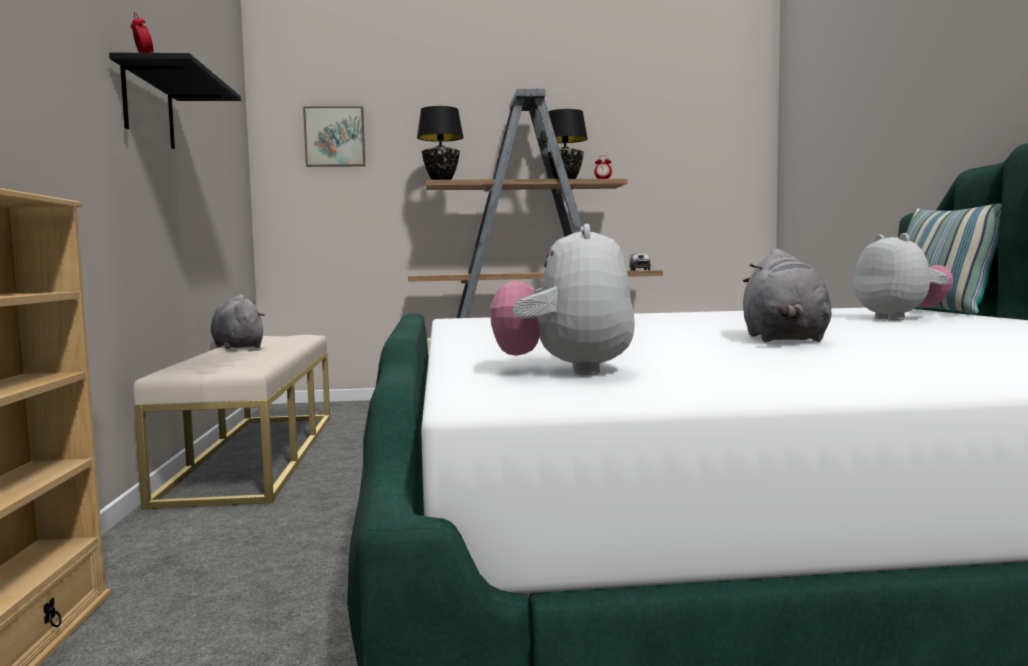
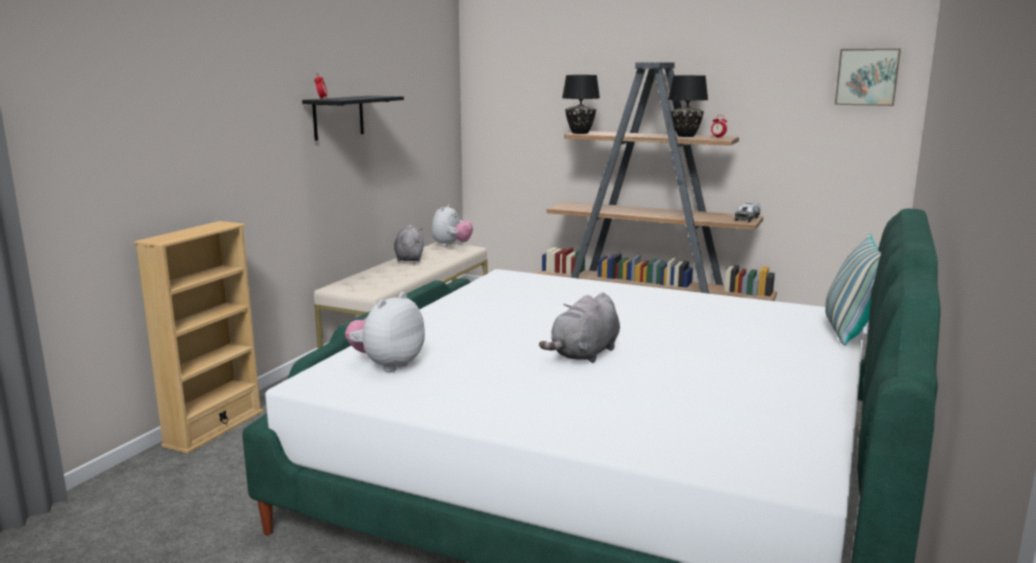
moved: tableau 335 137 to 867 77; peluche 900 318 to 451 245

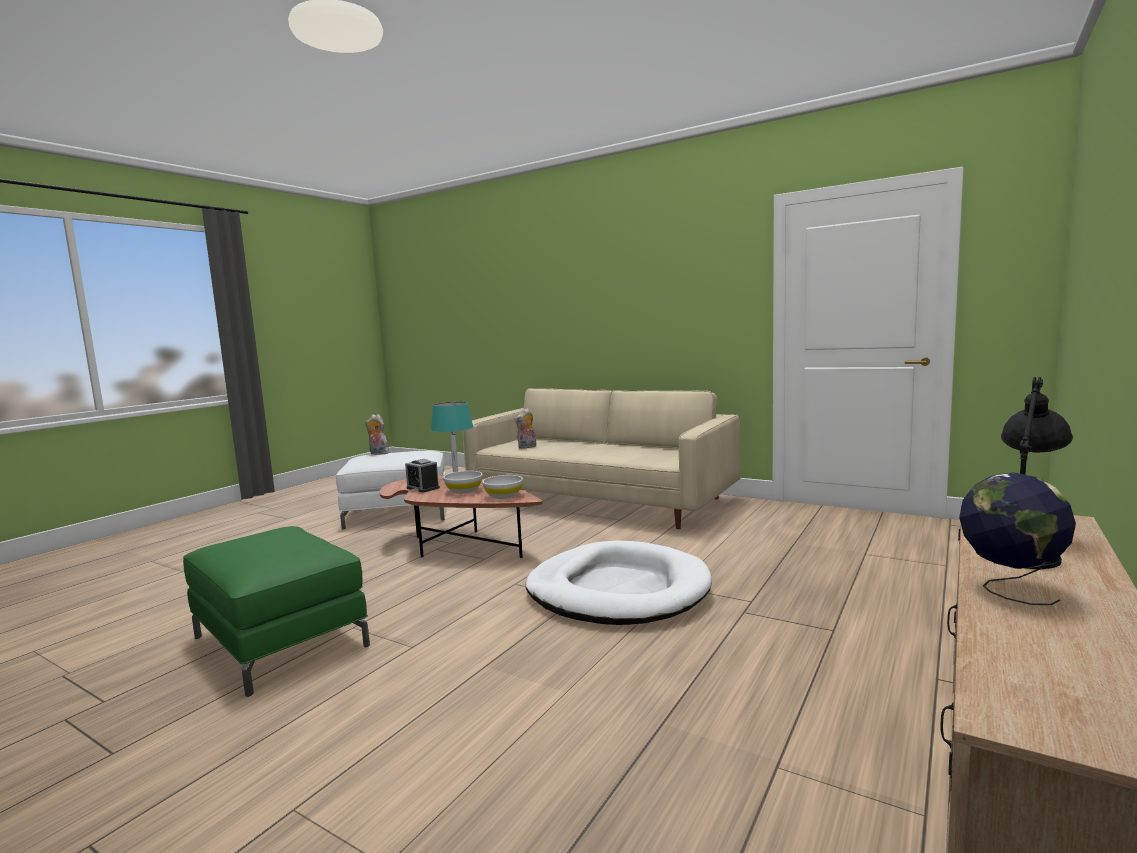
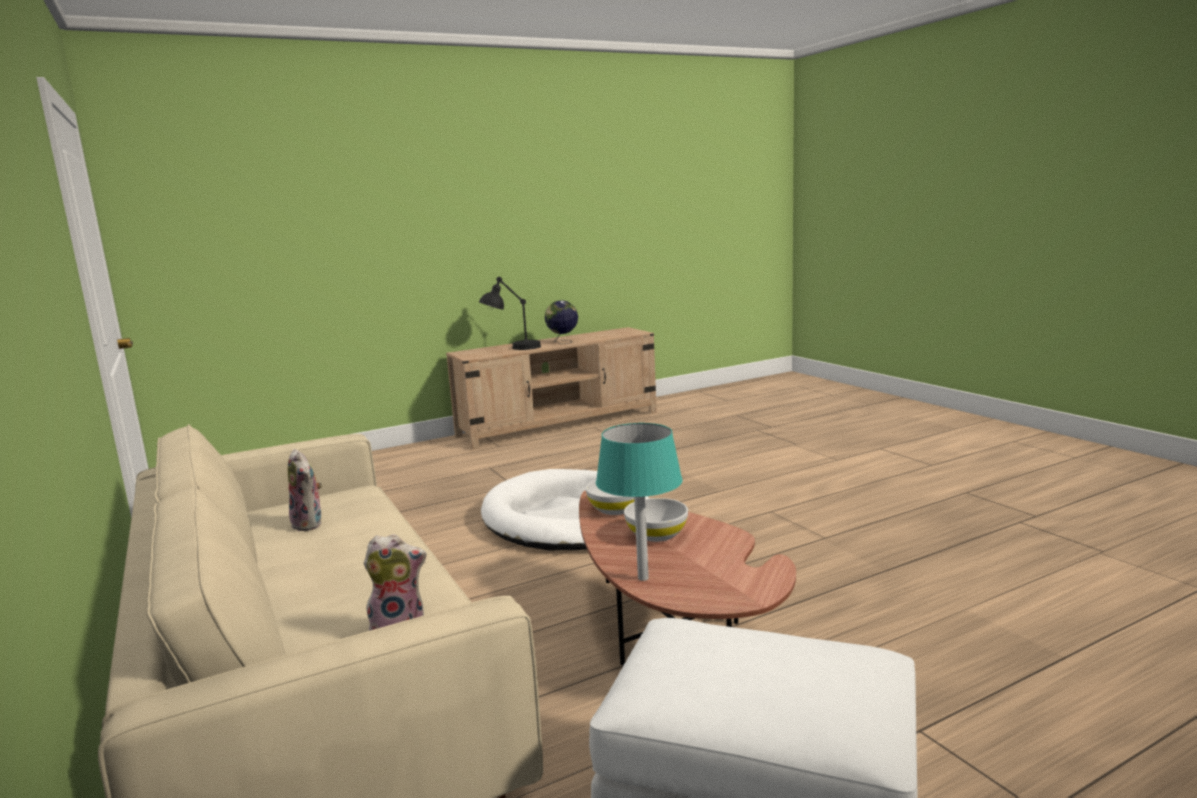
removed: pouf/vert 280 641; réveil 423 488
moved: peluche 378 453 to 310 524

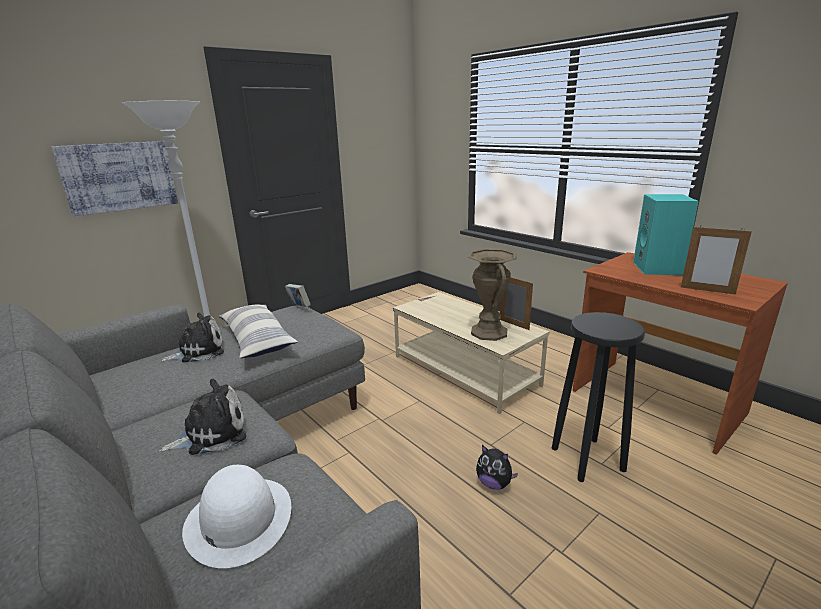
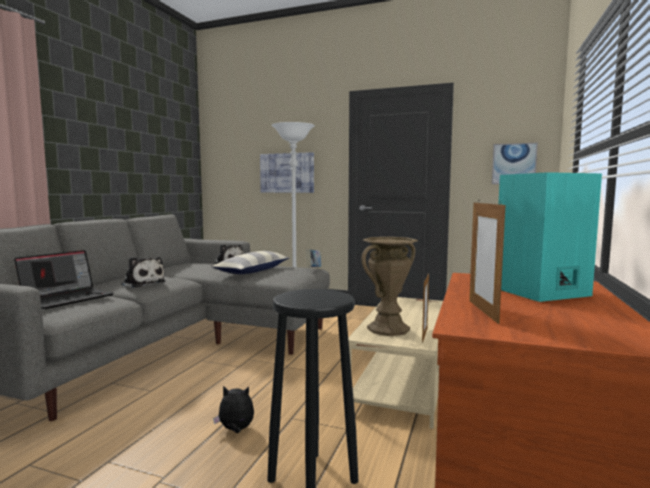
added: tableau 514 164
replaced: chapeau/blanc 239 519 to ordinateur portable 68 298
turned: peluche 494 483 = 236 430 90 degrees clockwise

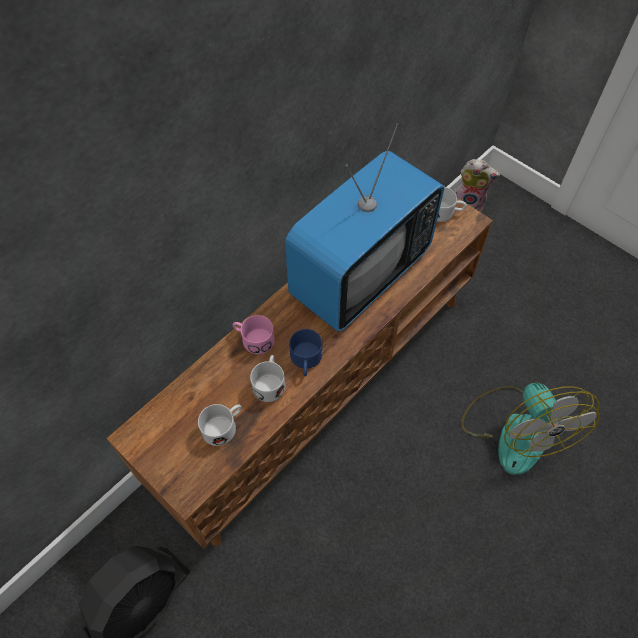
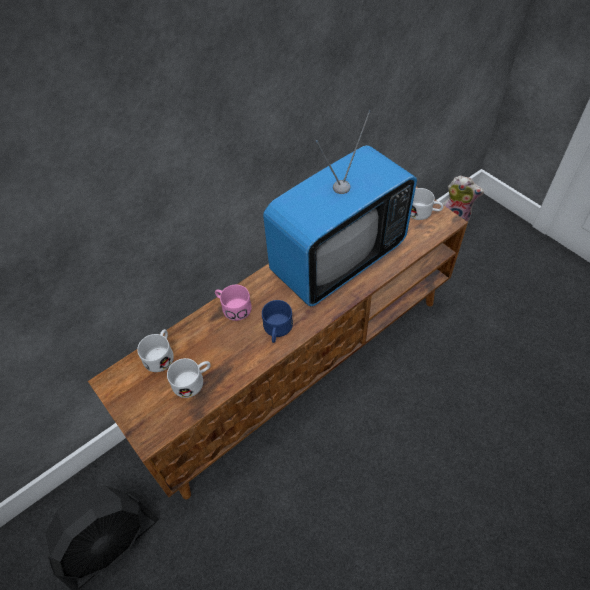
removed: ventilateur 515 429
moved: mug/blanc 270 382 to 161 354

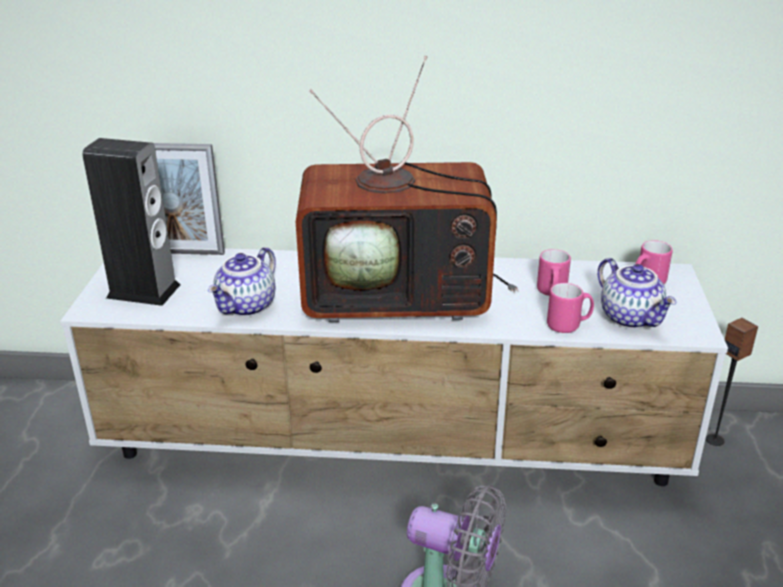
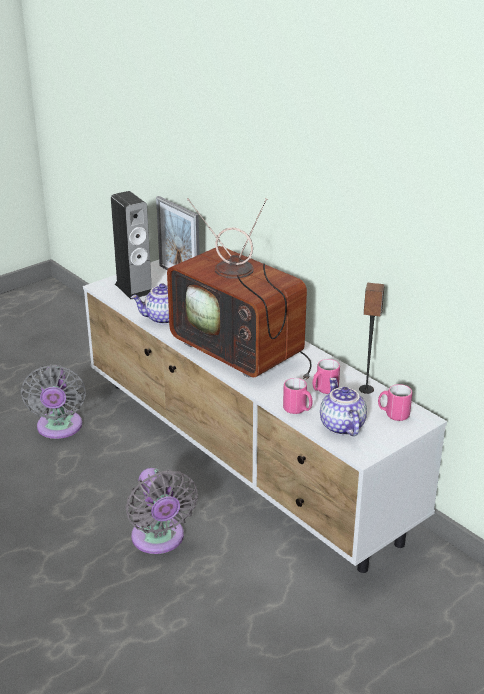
added: ventilateur/gris 59 428
moved: enceinte 715 440 to 366 389
turned: théière 631 318 = 341 426 150 degrees clockwise

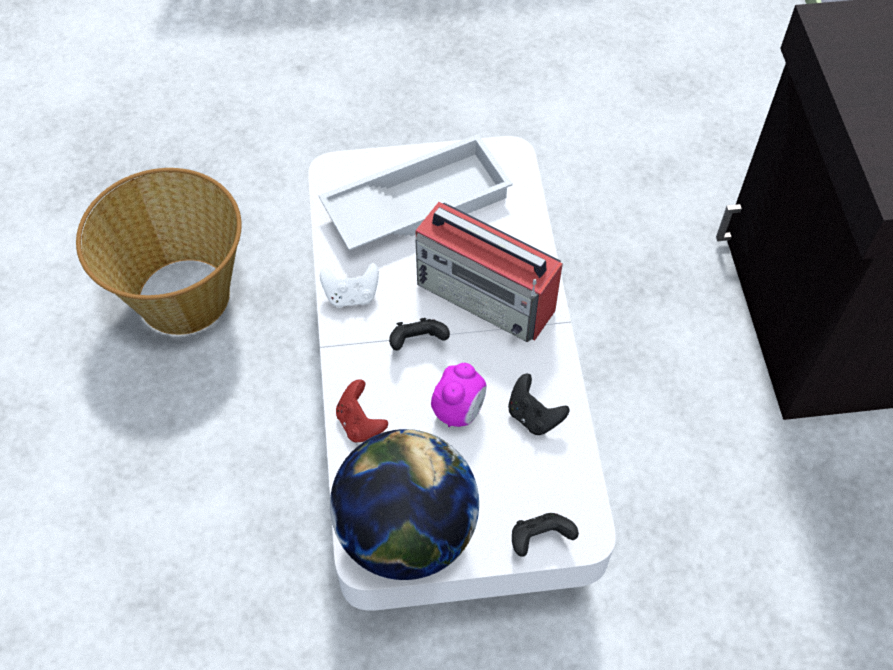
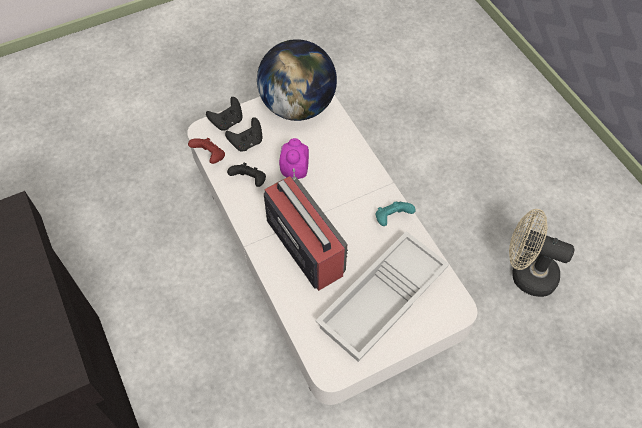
moved: manette/rouge 360 423 to 210 157; manette/noir 418 343 to 247 143
replaced: panier 182 295 to ventilateur/beige 526 273
recoloured: manette/blanc 351 295 to manette/turquoise 392 219
turned: radio 486 297 = 304 245 45 degrees clockwise

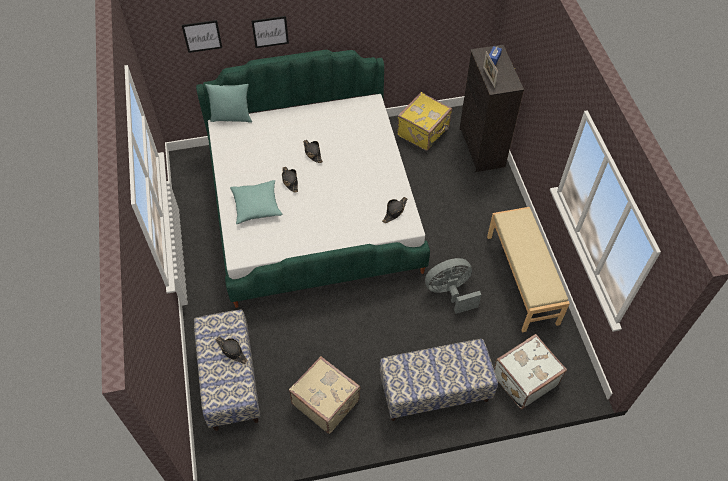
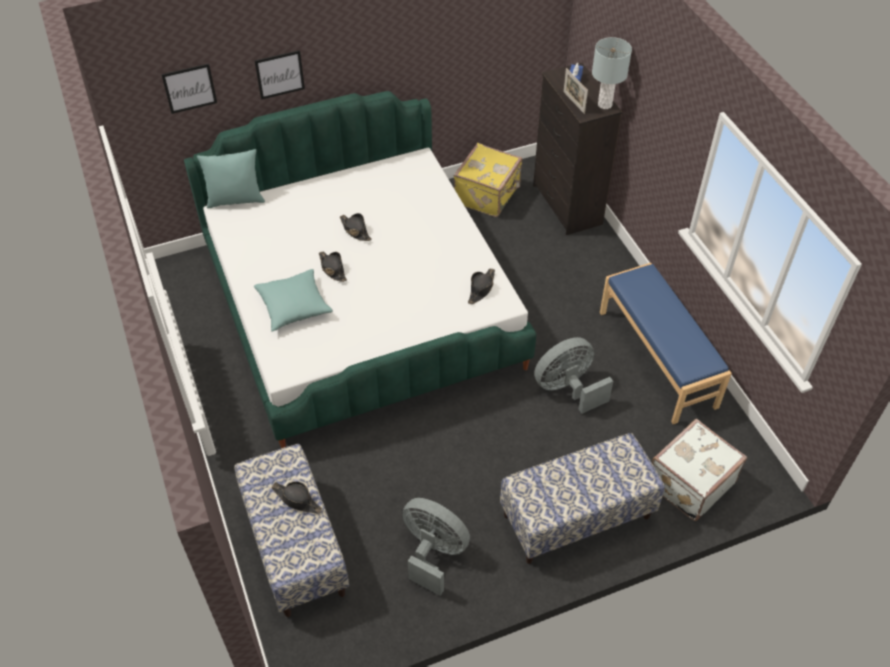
added: lampe de table/gris 605 105
replaced: valise/beige 326 401 to ventilateur/gris 433 552
recoloured: banc/beige 522 279 to banc/bleu 657 358

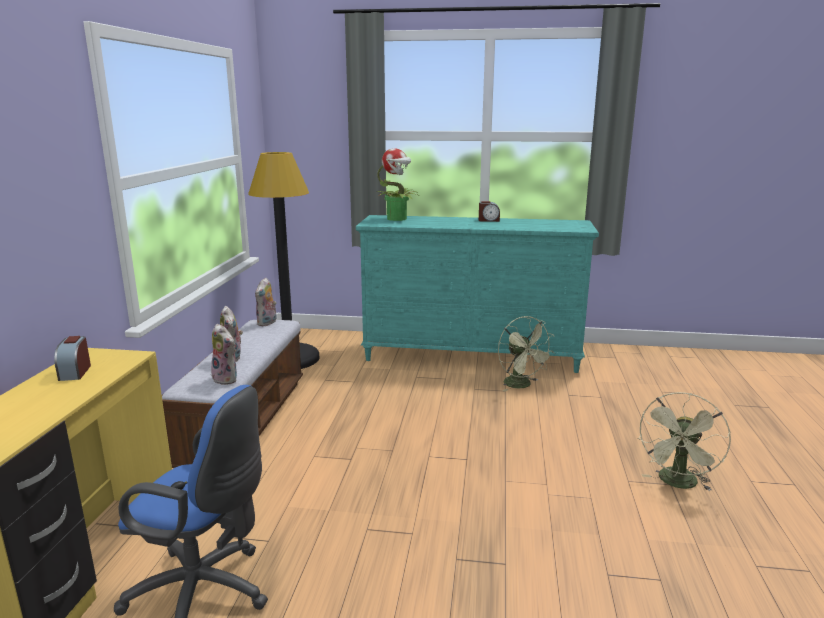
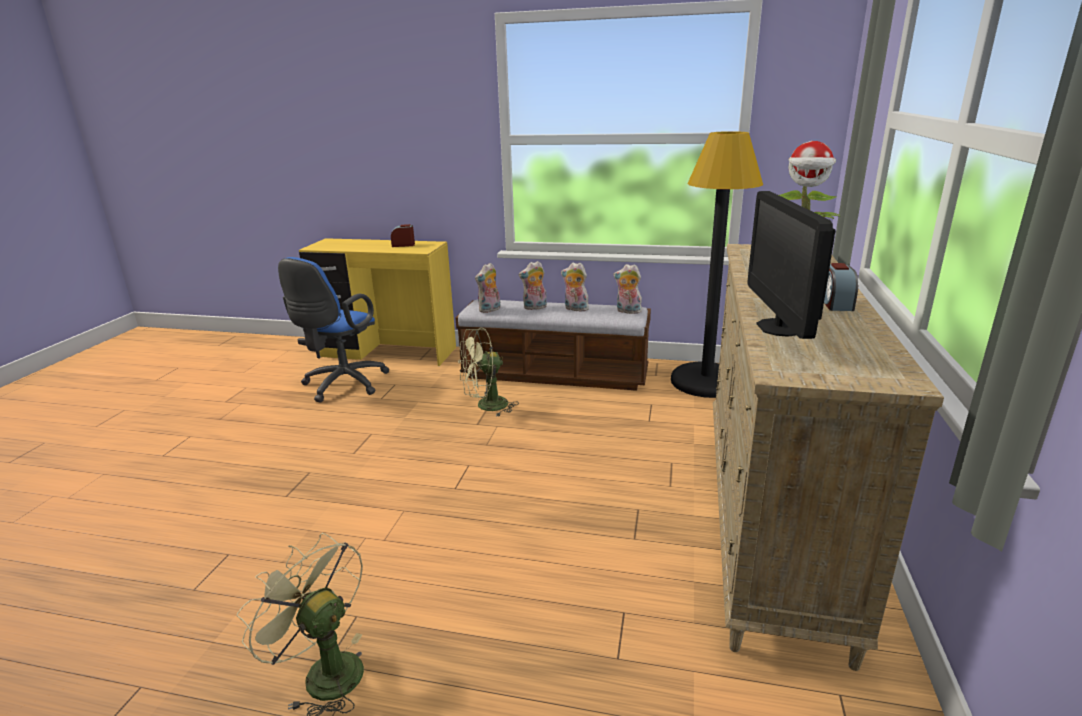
added: peluche 575 309; écran d'ordinateur 779 327
moved: ventilateur/vert 522 385 to 486 406
recoloured: commode/turquoise 472 356 to commode/beige 768 517

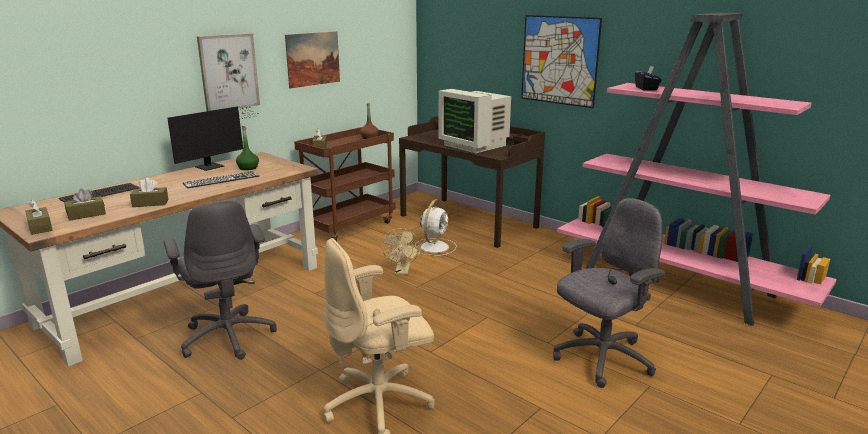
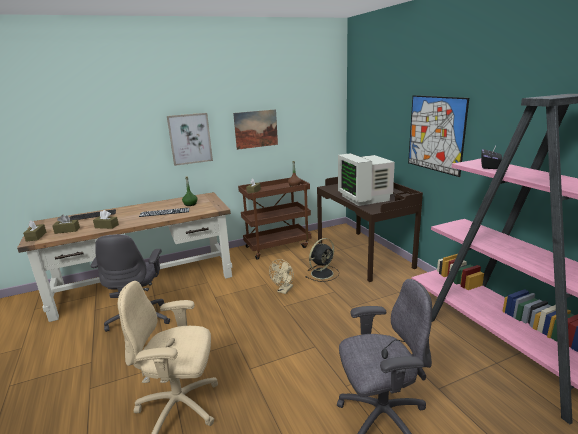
removed: écran d'ordinateur 213 166
recoloured: ventilateur/blanc 435 247 to ventilateur/noir 323 273

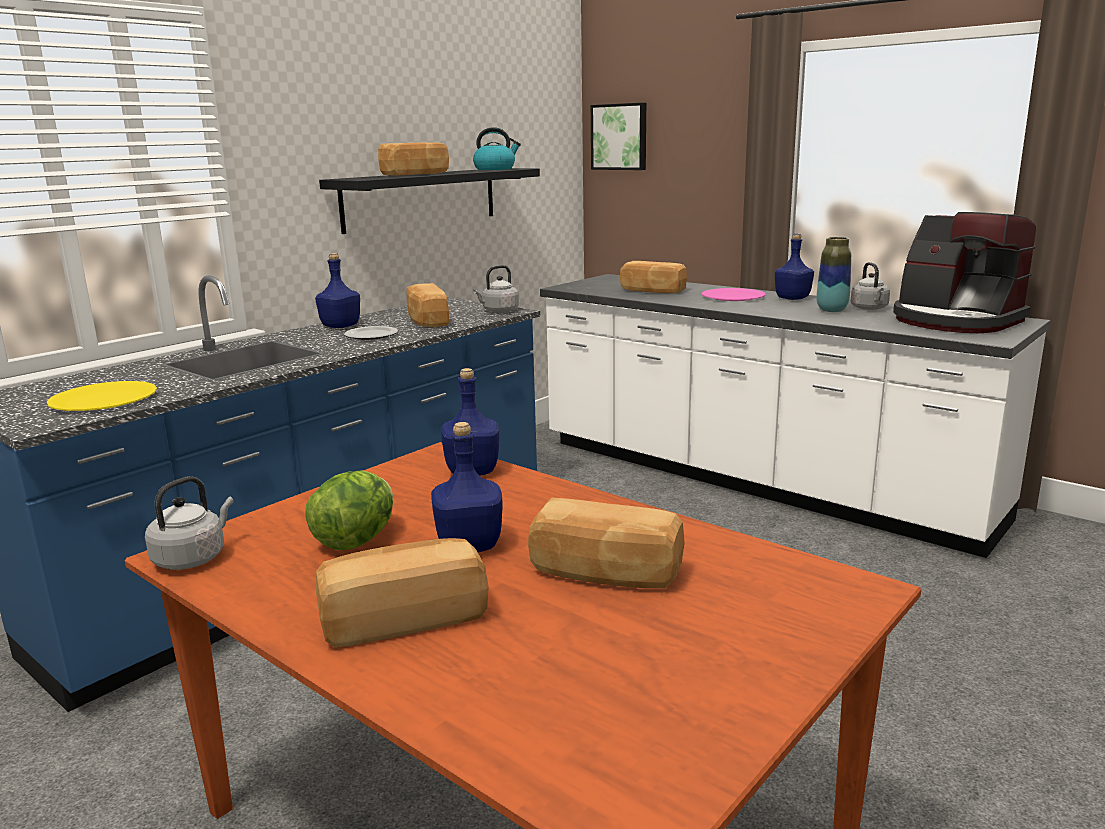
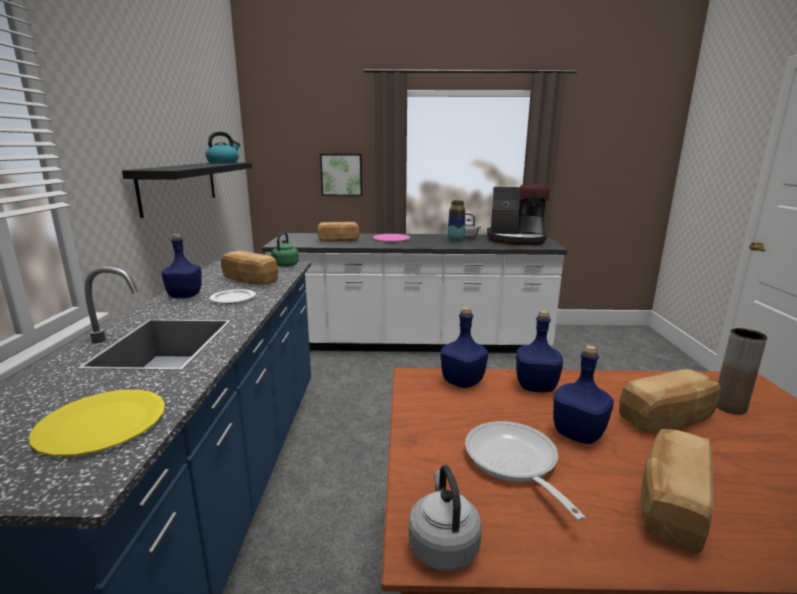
removed: pain 416 174
added: vase/marron 729 407
moved: tableau 620 137 to 341 174; bouteille/bleu 793 298 to 536 386
replaced: laitue 356 540 to poêle 514 463
recoloured: bouilloire/gris 499 311 to bouilloire/vert 284 265

